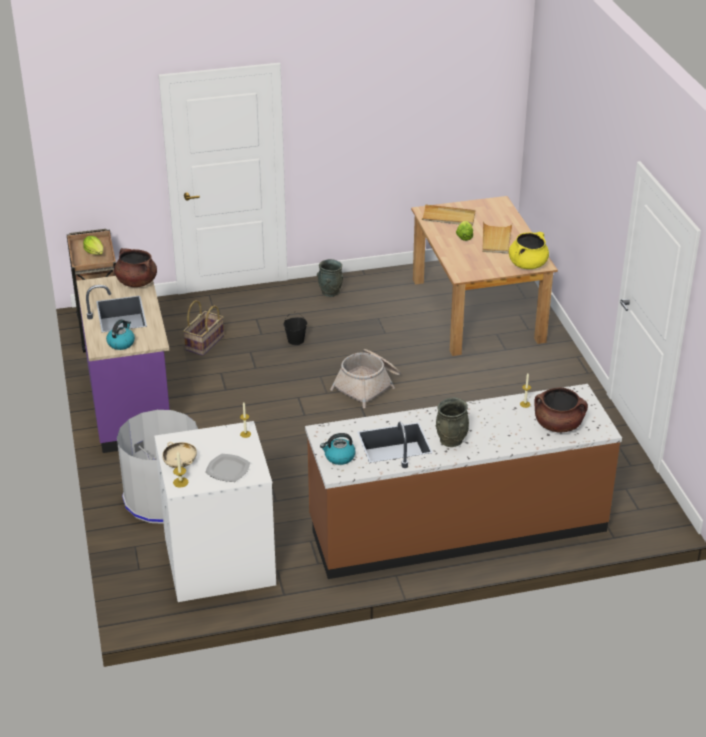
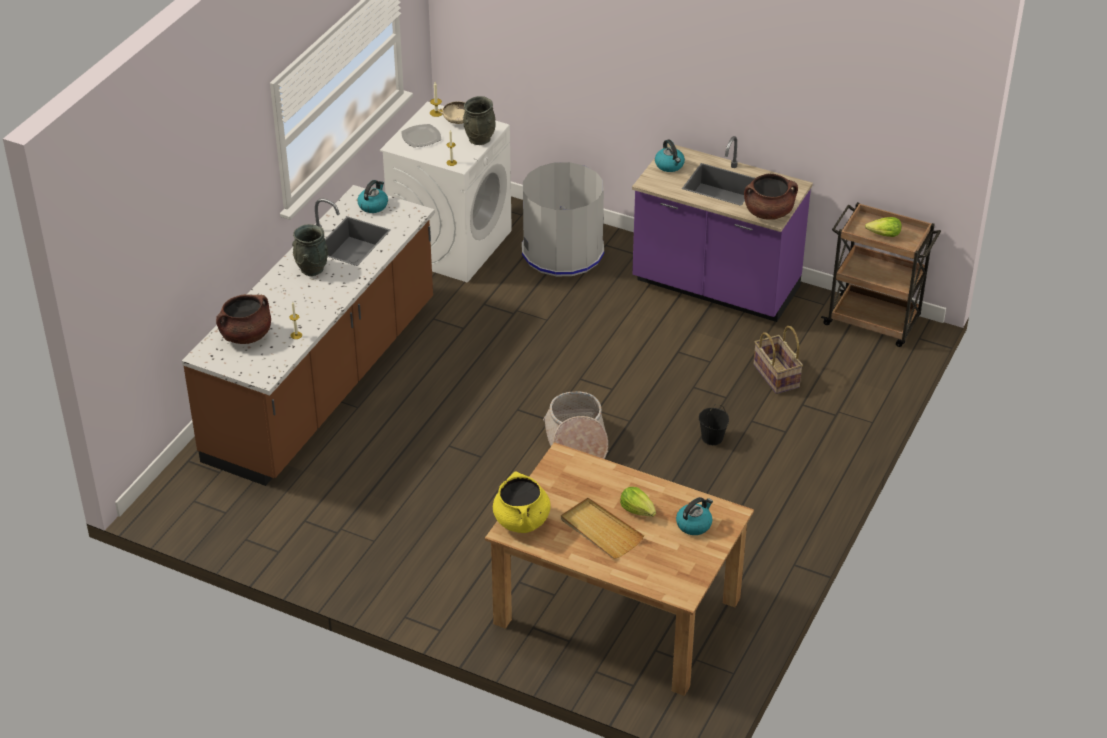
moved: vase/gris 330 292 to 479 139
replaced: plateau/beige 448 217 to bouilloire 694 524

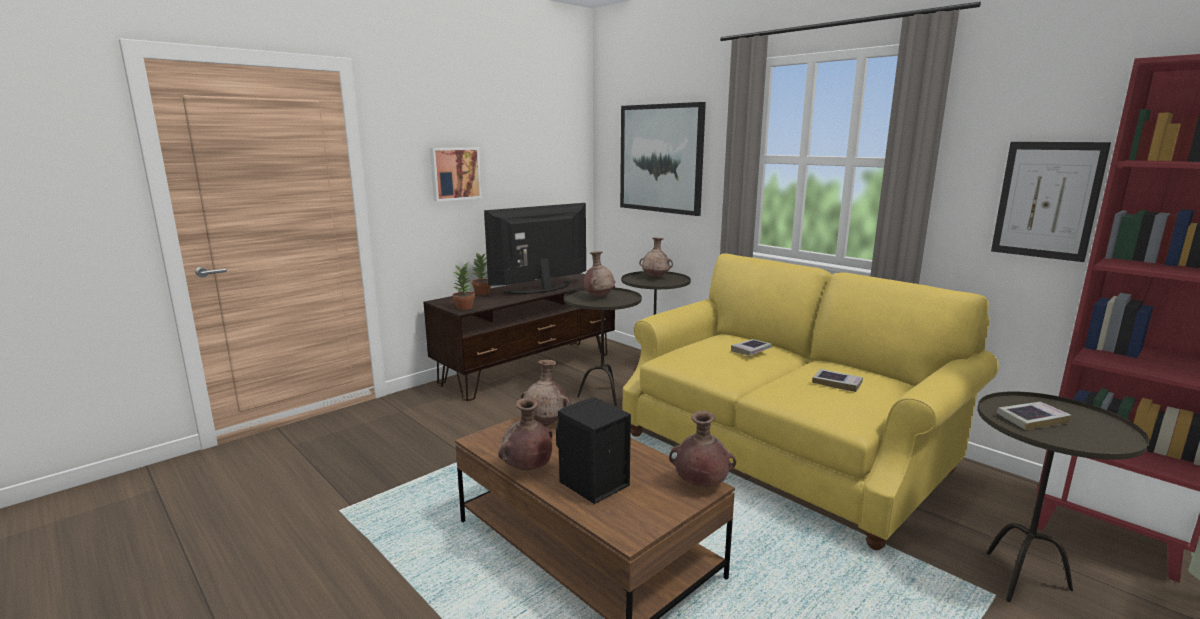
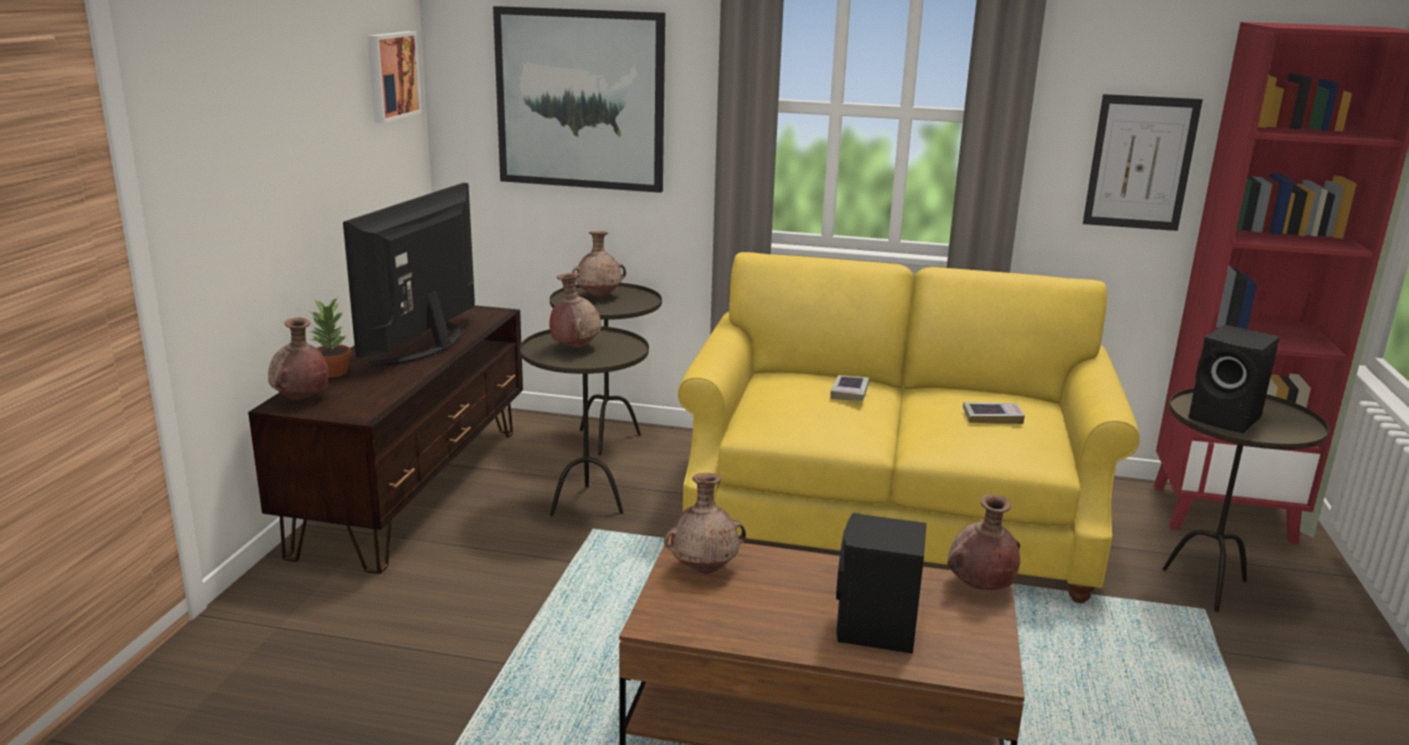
removed: plante en pot 464 307
moved: tableau 455 173 to 391 75; vase/marron 526 469 to 301 399
replaced: livre 1032 419 to enceinte/noir 1227 419

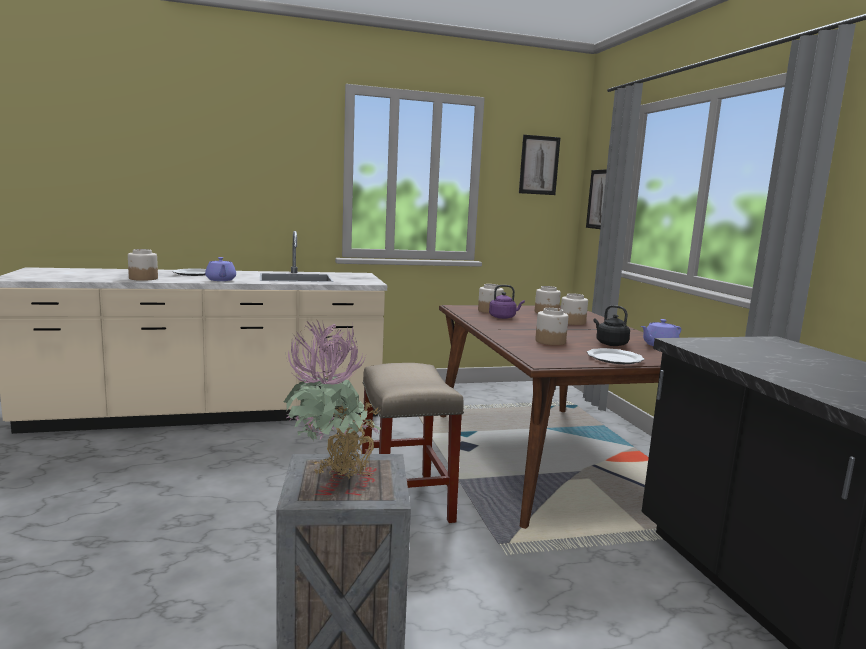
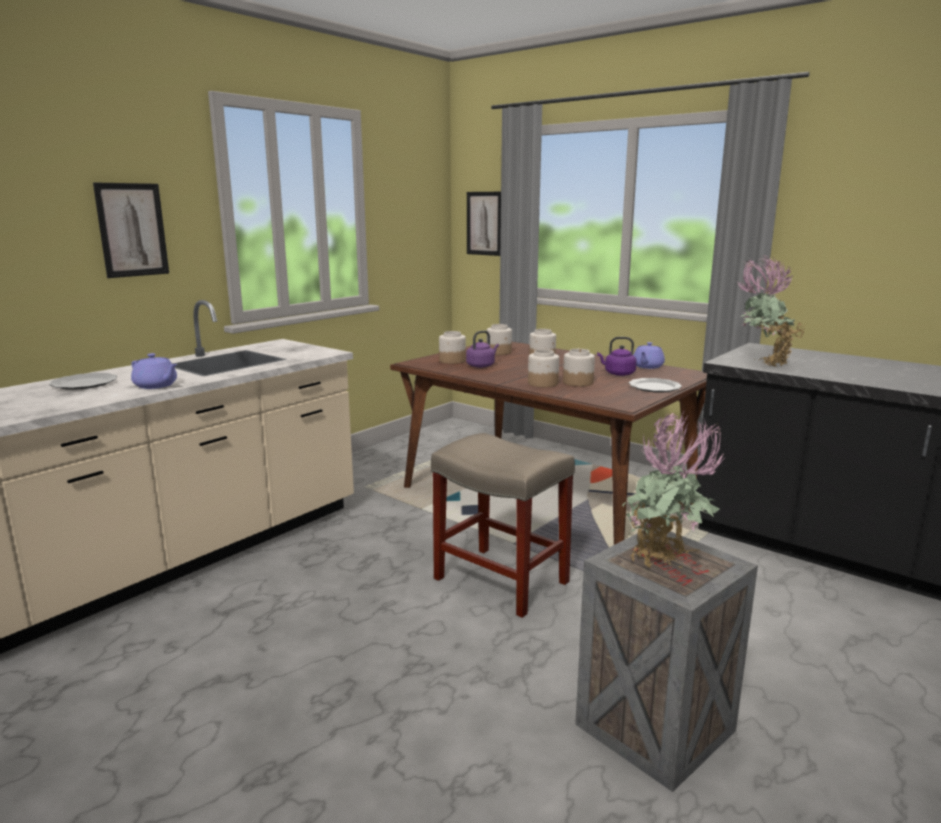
added: plante en pot 763 363
moved: bocal 143 278 to 542 383; tableau 539 165 to 132 230
recoloured: bouilloire/noir 610 344 to bouilloire/violet 618 374

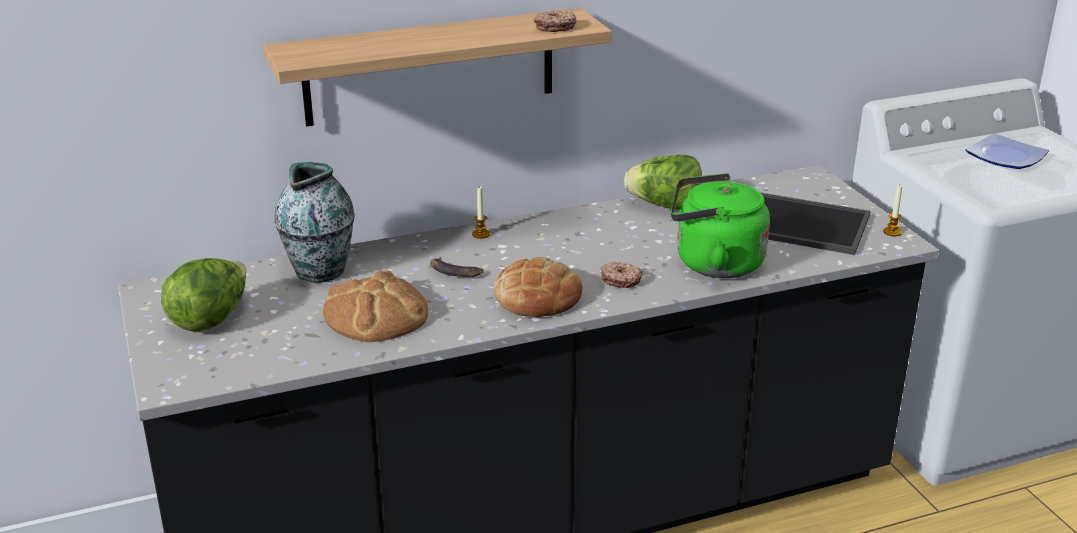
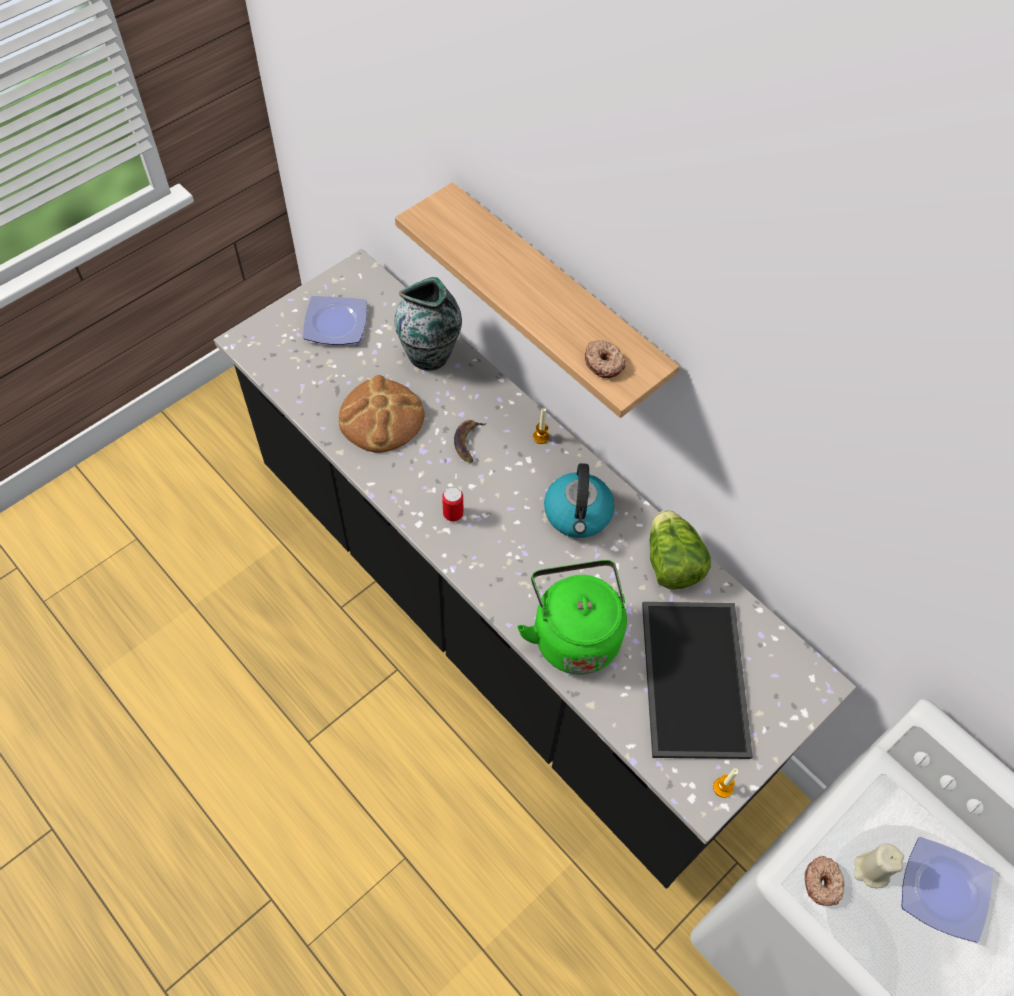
added: bouilloire 578 514; bougie/beige 871 870
moved: beignet 621 280 to 822 883
replaced: laitue 210 318 to assiette 334 322; pain 537 297 to boîte métallique 453 514

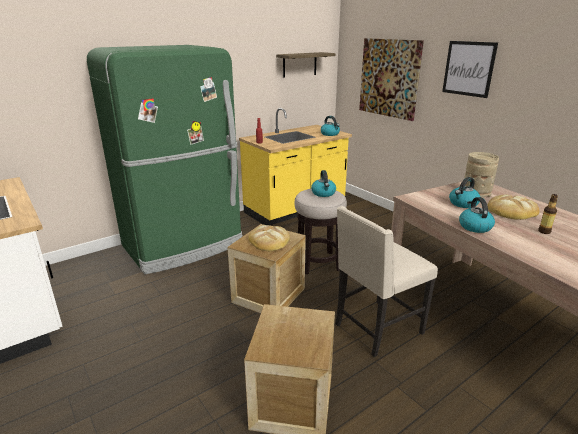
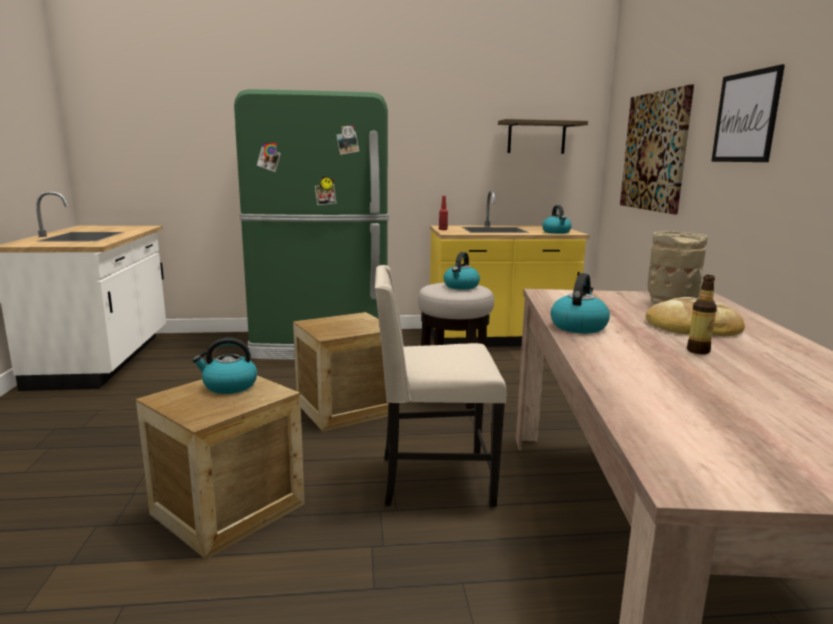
removed: pain 269 240
moved: bouilloire 463 204 to 229 386

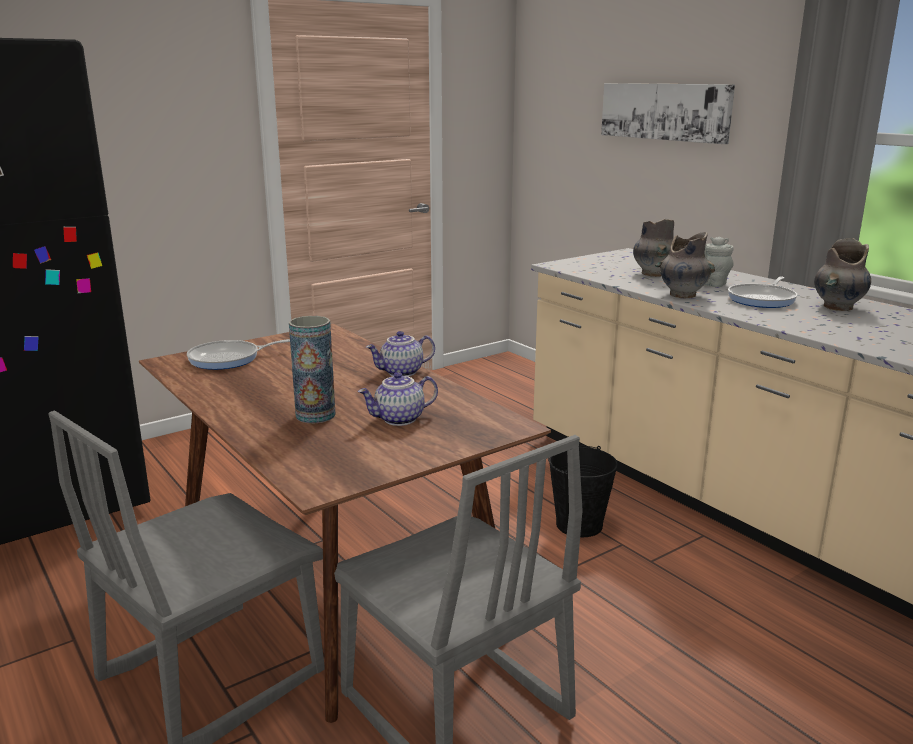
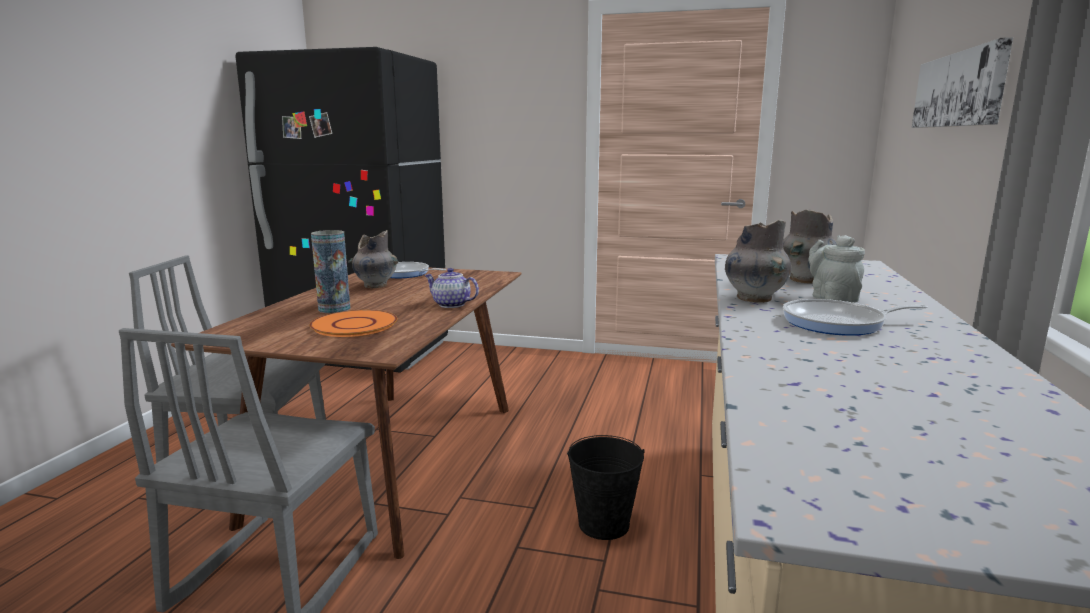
moved: vase/gris 837 307 to 375 286
replaced: théière 399 419 to assiette/orange 354 325

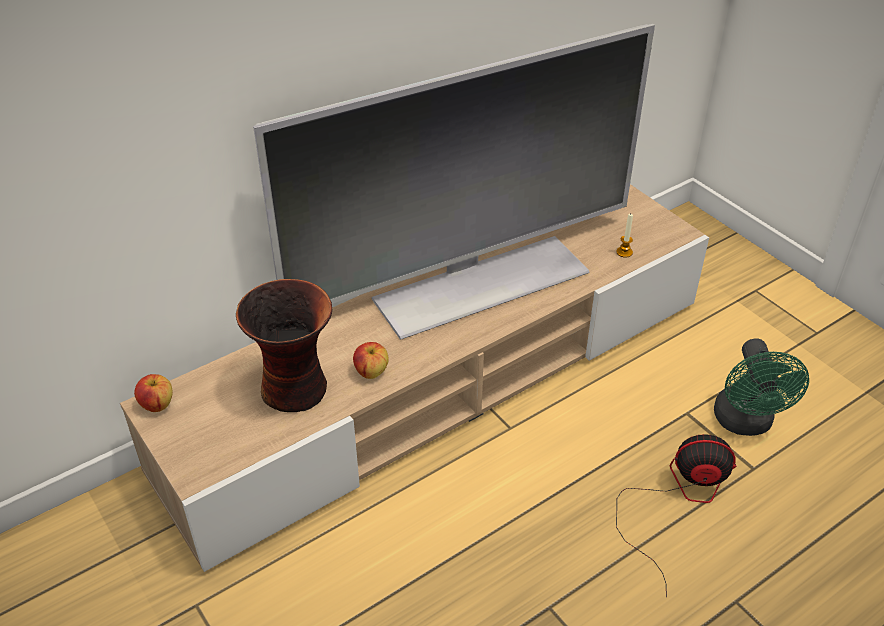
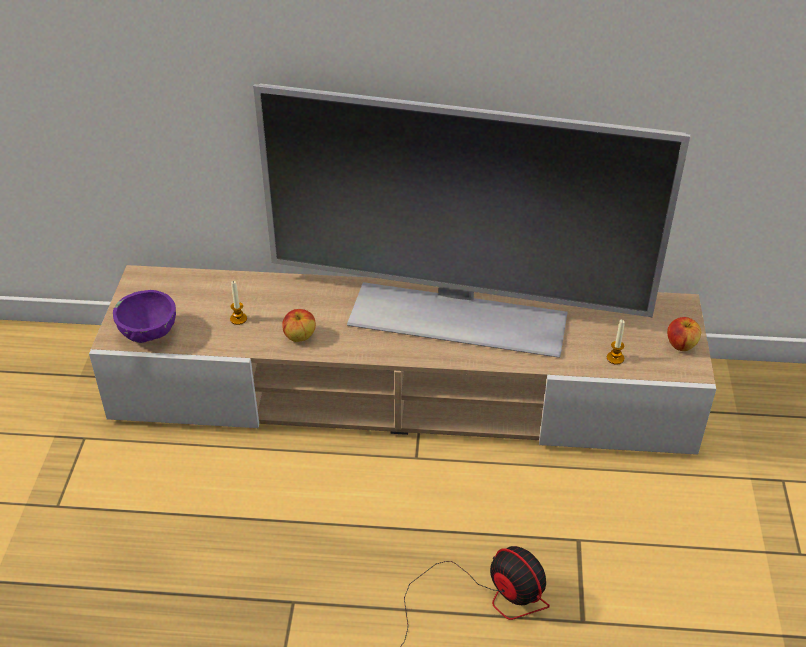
removed: ventilateur/vert 745 423
added: bol/violet 149 334
moved: pomme 157 405 to 681 345
replaced: vase 297 388 to bougie 238 319

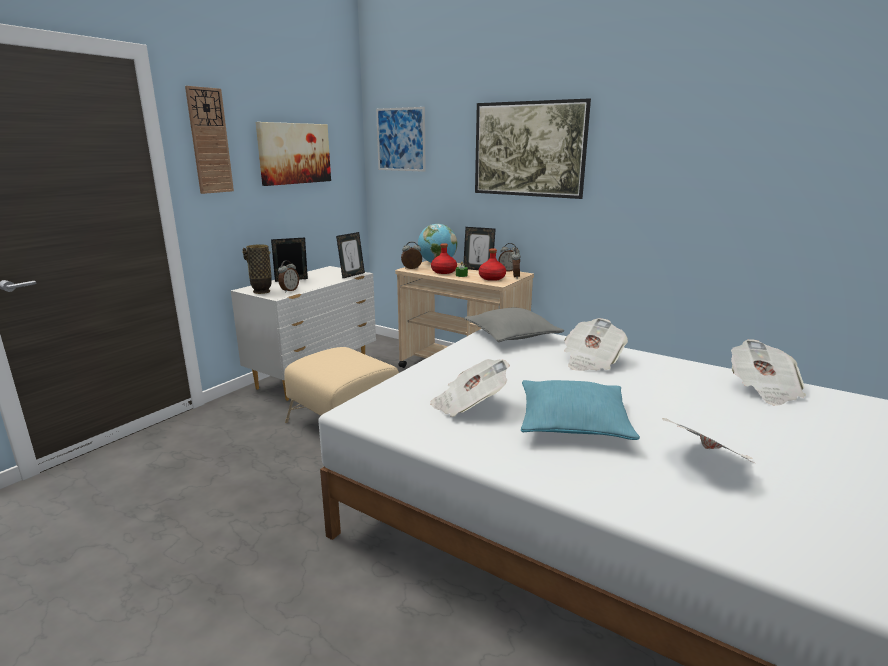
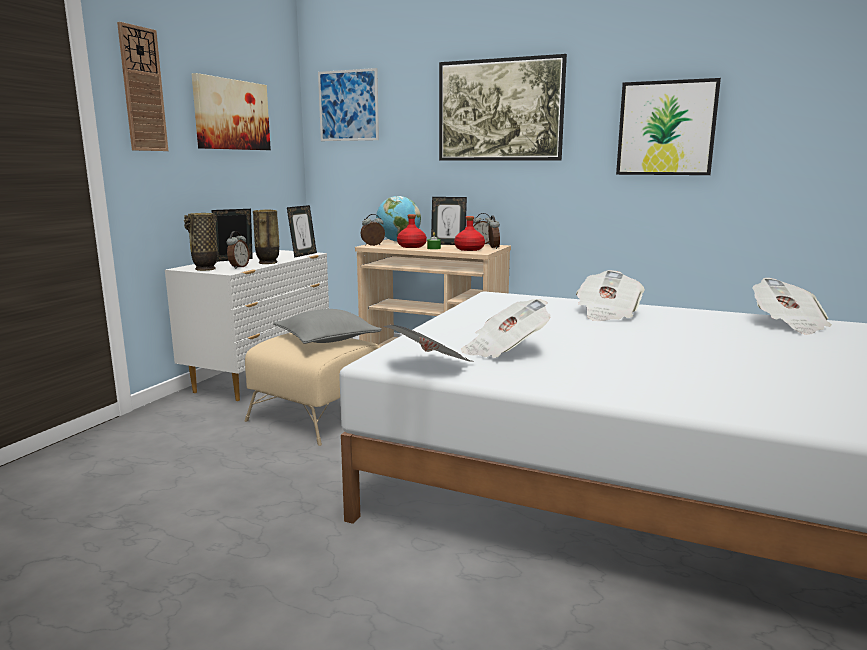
removed: coussin/turquoise 573 422
added: vase 268 263; tableau 666 128
moved: coussin/gris 511 335 to 327 339; journal 708 463 to 431 367

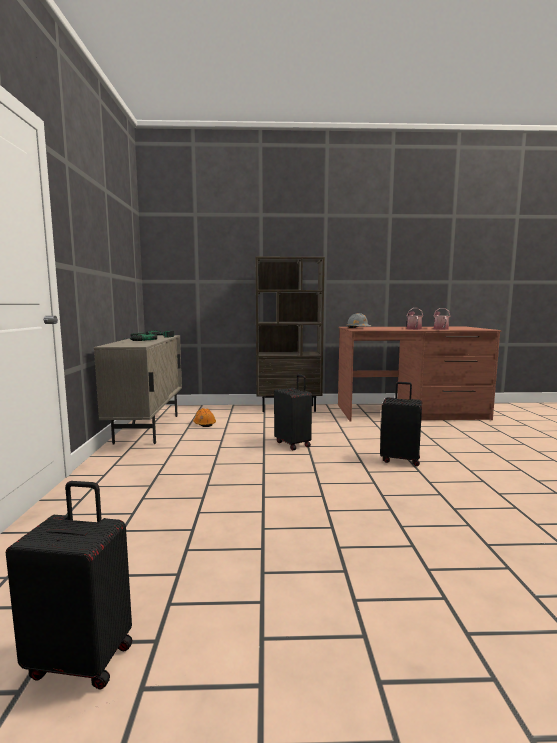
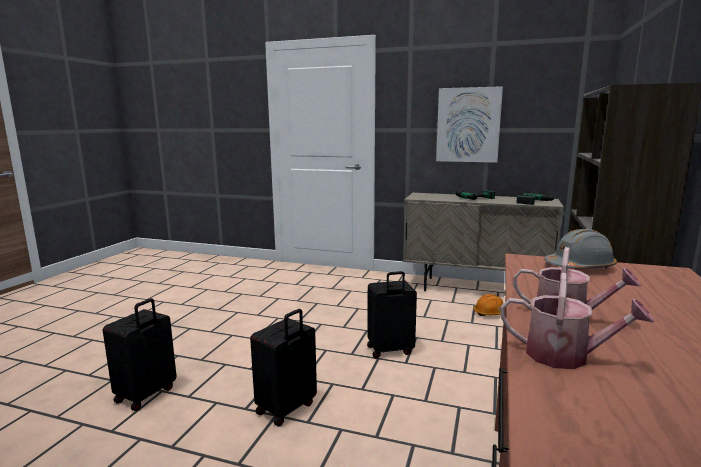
added: tableau 468 125
moved: valise/noir 82 659 to 146 395

